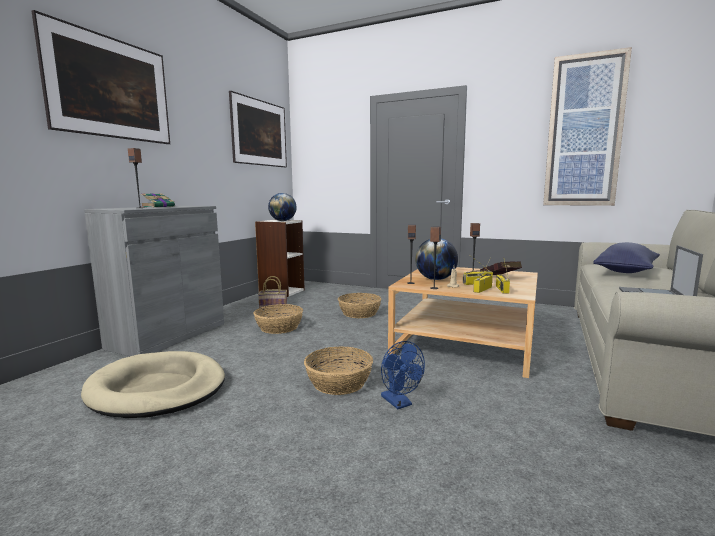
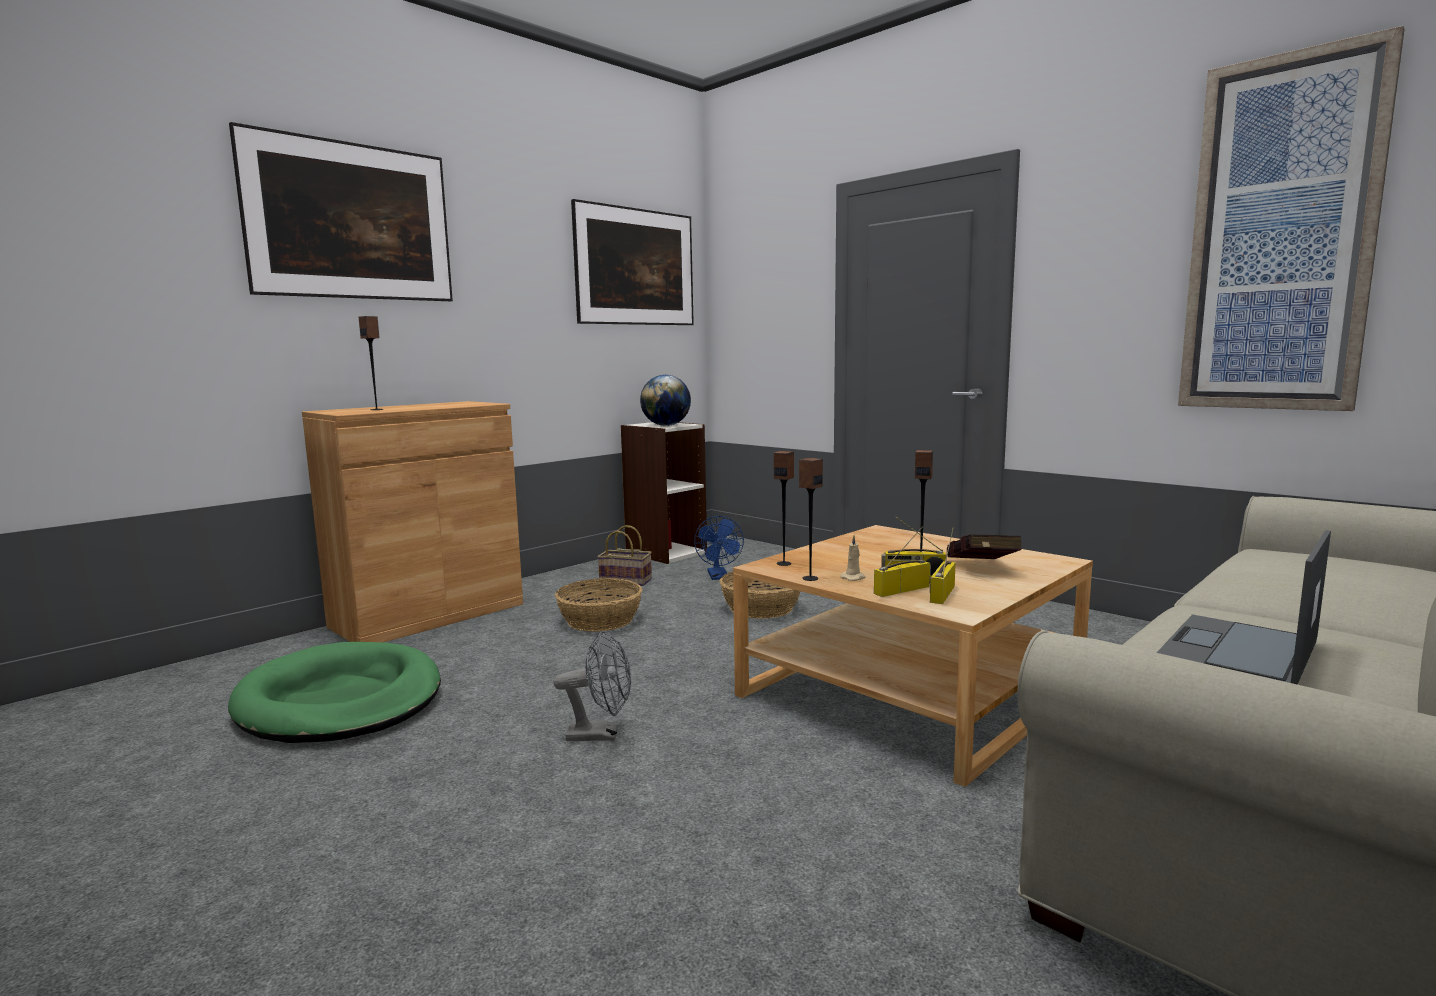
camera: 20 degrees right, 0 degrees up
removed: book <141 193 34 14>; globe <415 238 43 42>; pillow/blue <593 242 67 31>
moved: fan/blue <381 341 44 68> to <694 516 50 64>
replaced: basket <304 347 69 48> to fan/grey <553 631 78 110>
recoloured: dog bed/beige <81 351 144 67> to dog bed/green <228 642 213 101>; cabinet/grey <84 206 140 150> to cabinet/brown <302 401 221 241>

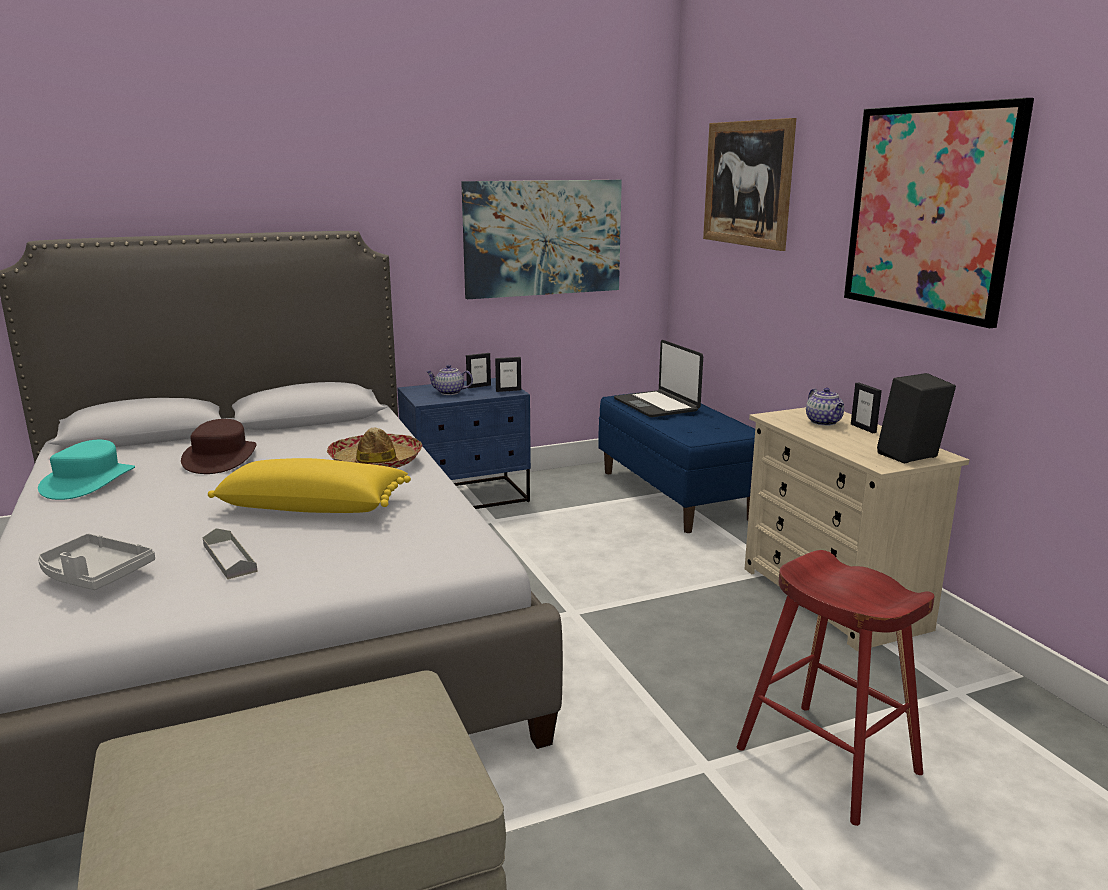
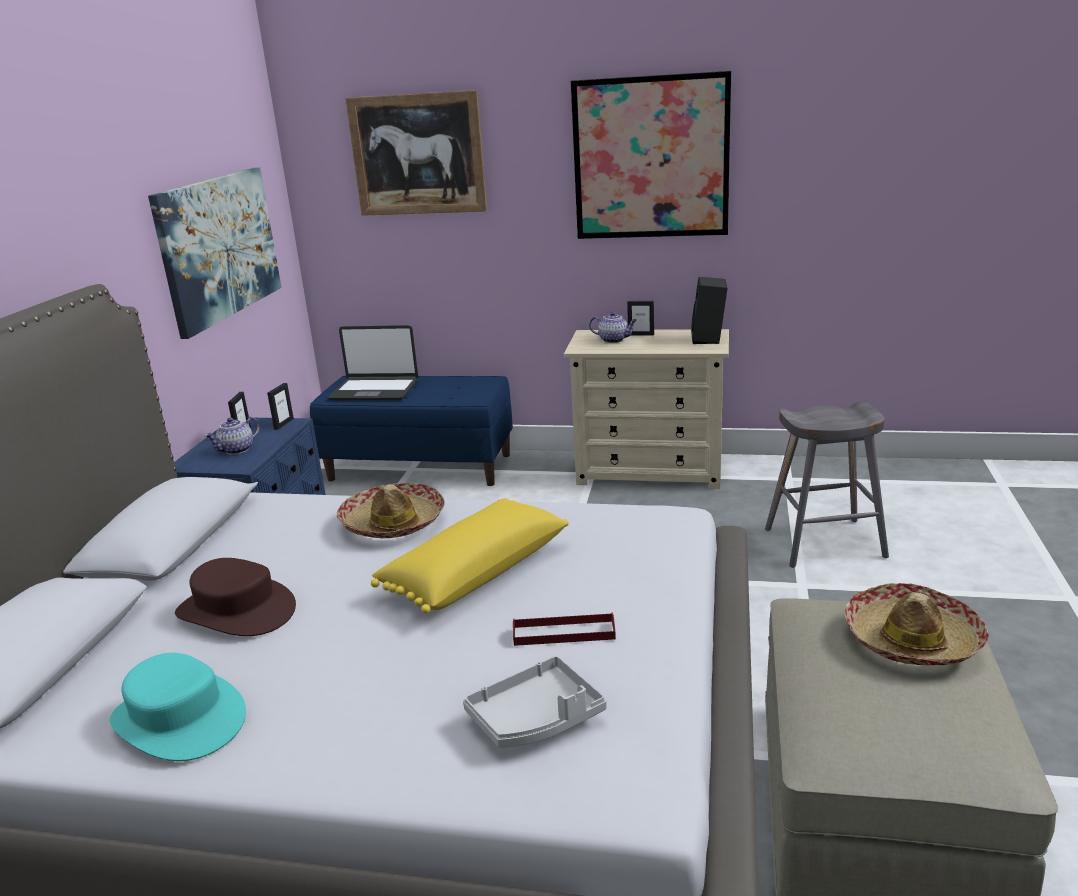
camera: 55 degrees left, 5 degrees up
added: hat <844 583 145 82>
recoloured: tray/grey <203 528 55 51> to tray/red <513 612 103 34>; stool/red <737 550 197 276> to stool/grey <765 402 124 166>

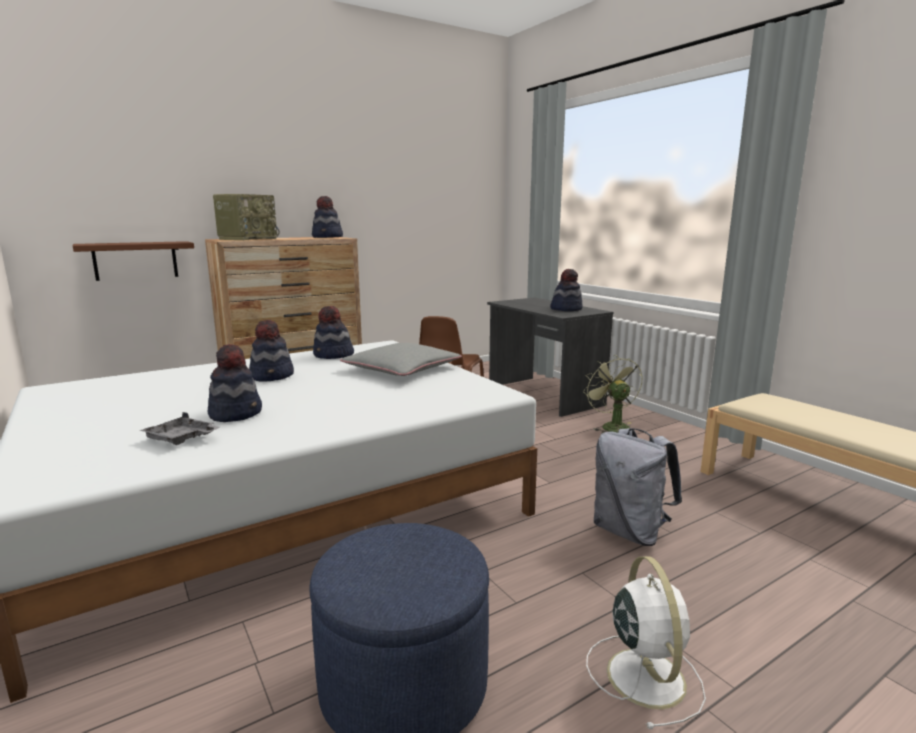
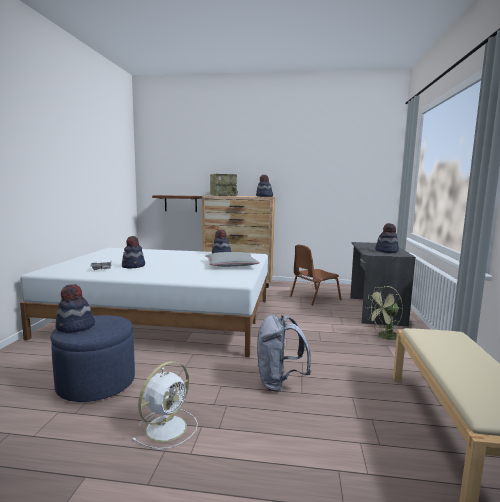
camera: 40 degrees right, 5 degrees down
moved: hat <249 320 45 62> to <56 284 39 49>
turned: fan/green <583 355 60 78> = <365 286 38 54> 135 degrees counterclockwise

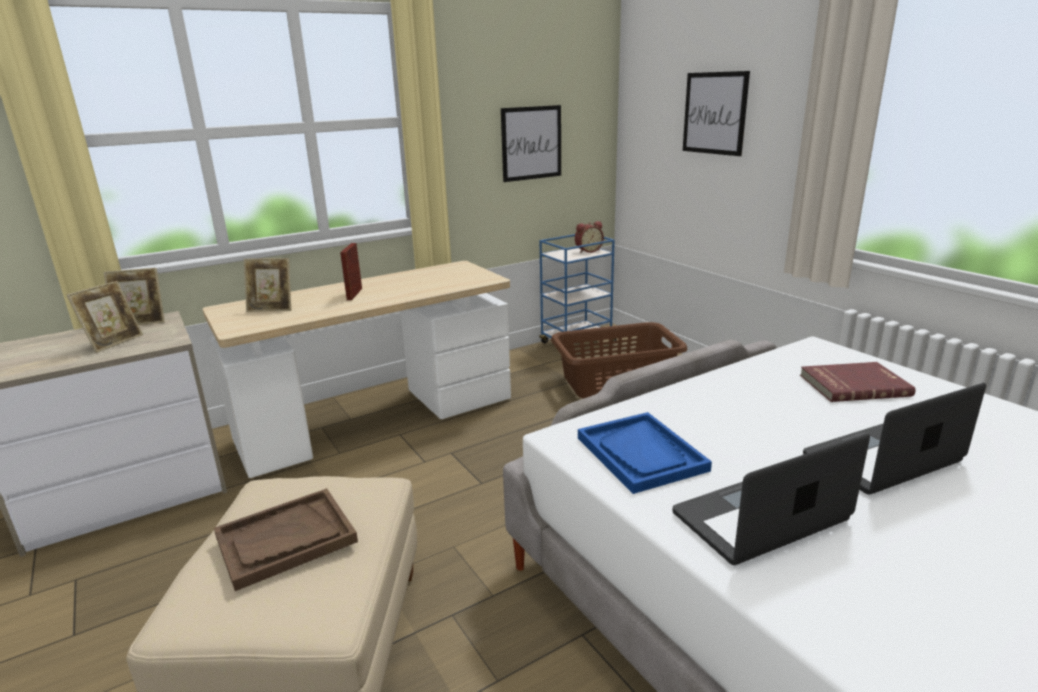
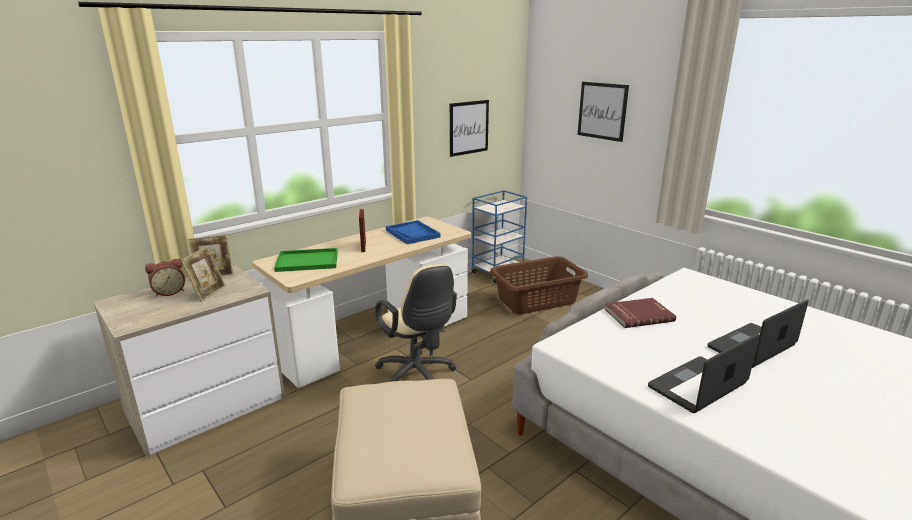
camera: 10 degrees left, 0 degrees up
removed: tray/brown <214 488 144 103>
added: office chair/beige <375 264 82 118>
moved: alarm clock <575 221 29 32> to <145 258 40 39>; tray/blue <578 412 134 82> to <386 220 55 24>; book/red <800 362 115 40> to <605 298 71 30>
replaced: picture frame <244 258 47 54> to tray/green <274 248 64 24>

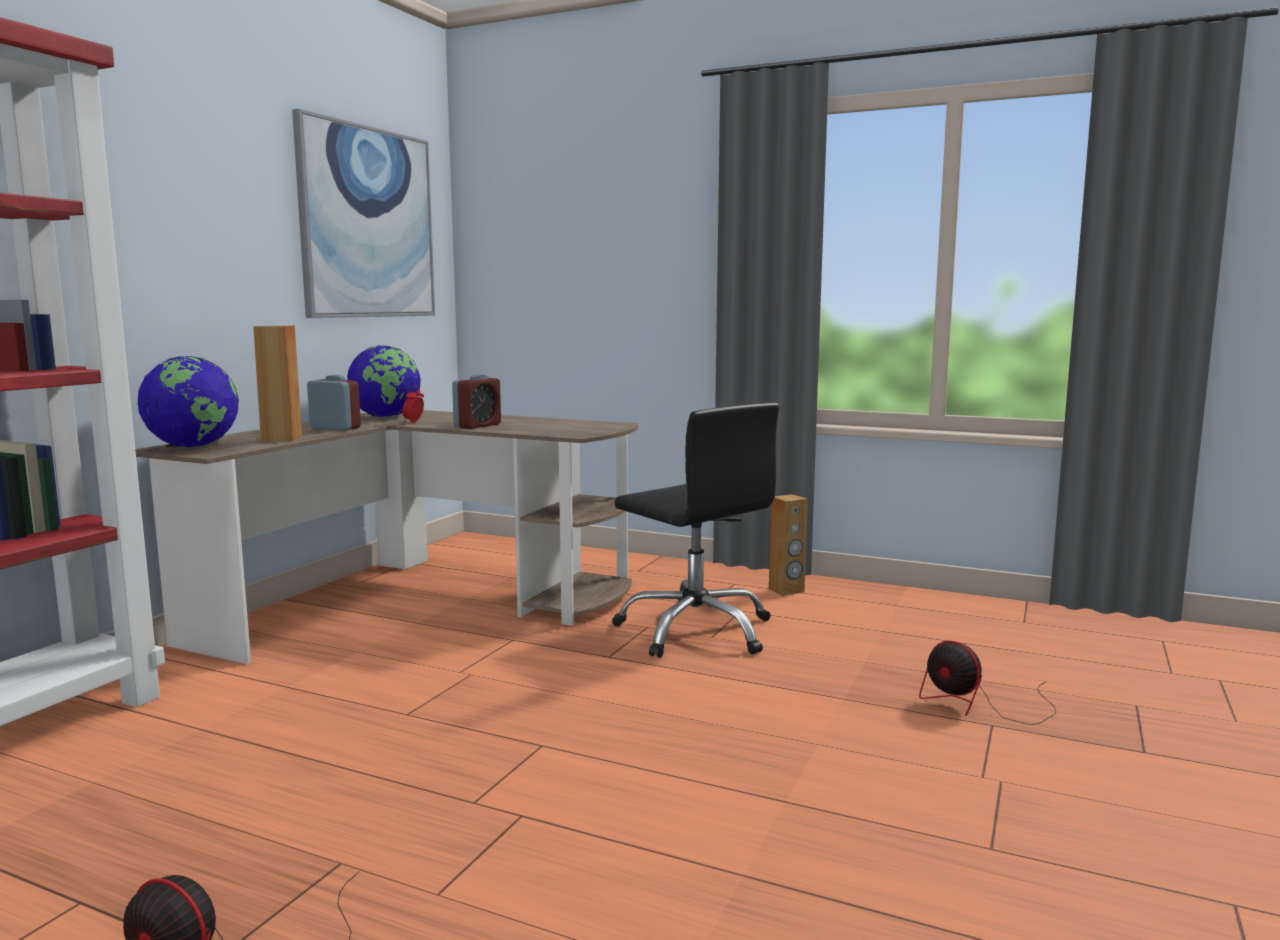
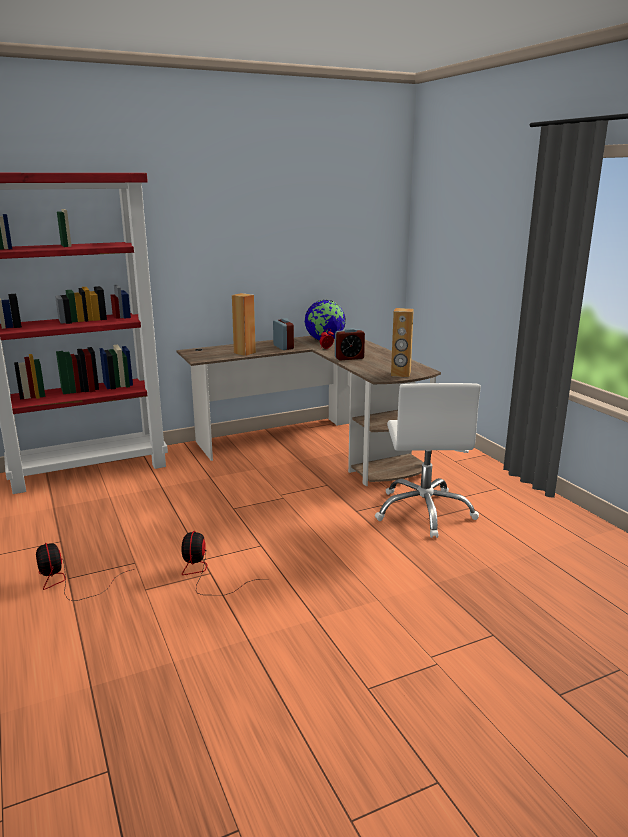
camera: 40 degrees right, 10 degrees up
removed: globe <137 356 102 91>; picture <292 109 143 209>
moved: fan <919 640 137 85> to <182 531 77 64>; speaker/brown <769 494 39 102> to <391 308 23 69>
recoloured: office chair/black <612 403 167 255> to office chair/white <375 383 106 155>

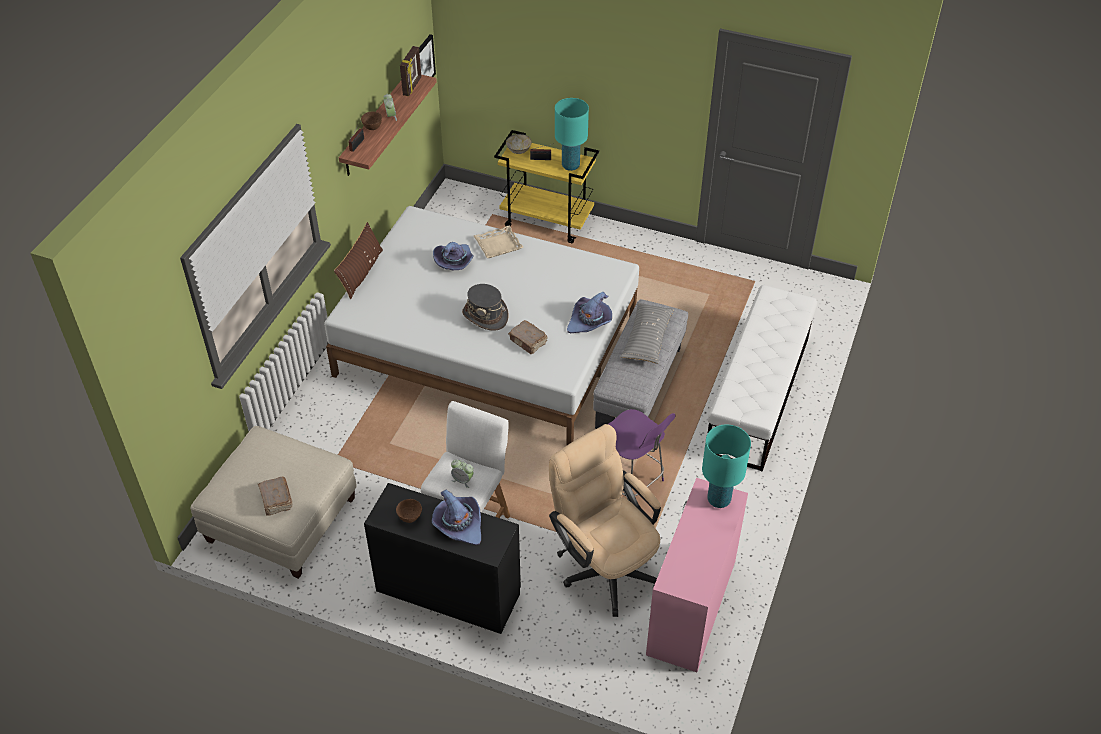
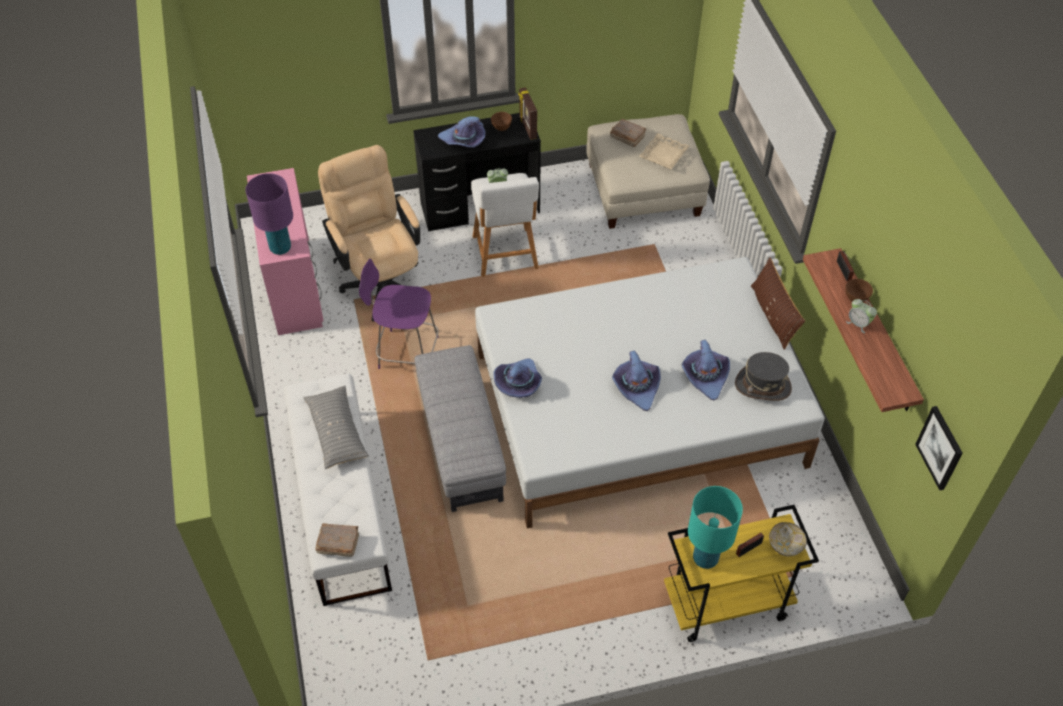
camera: 145 degrees right, 5 degrees up
added: hat/purple <612 351 49 60>
moved: pillow/grey <620 303 54 61> to <303 386 66 83>; book/brown <508 320 39 34> to <315 523 44 34>; picture frame <400 46 22 50> to <518 87 19 53>; tray/beige <474 225 49 33> to <639 133 51 36>; hat/grey <462 284 46 47> to <735 352 57 49>
recoloured: table lamp/turquoise <702 424 49 84> to table lamp/purple <245 173 48 82>
turned: office chair/beige <549 424 112 193> = <318 145 102 177> 135 degrees counterclockwise

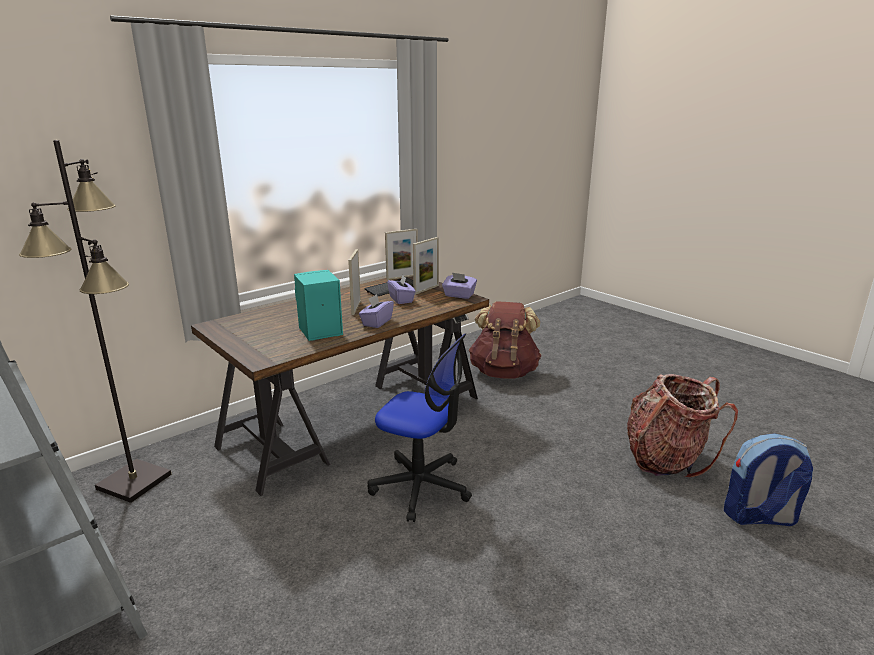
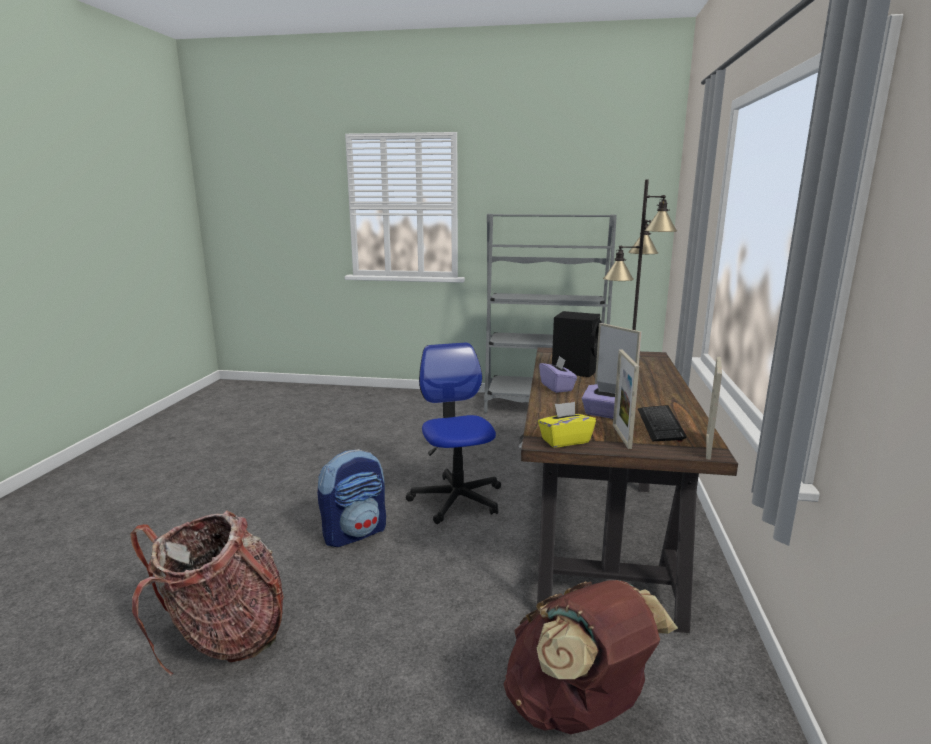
camera: 140 degrees right, 5 degrees down
moved: backpack <724 433 89 93> to <317 449 69 98>
recoloured: tissue box/purple <442 272 35 27> to tissue box/yellow <538 402 58 46>; speaker/turquoise <294 270 49 71> to speaker/black <552 311 50 66>
turned: office chair <368 334 104 188> = <406 342 95 182> 90 degrees clockwise

